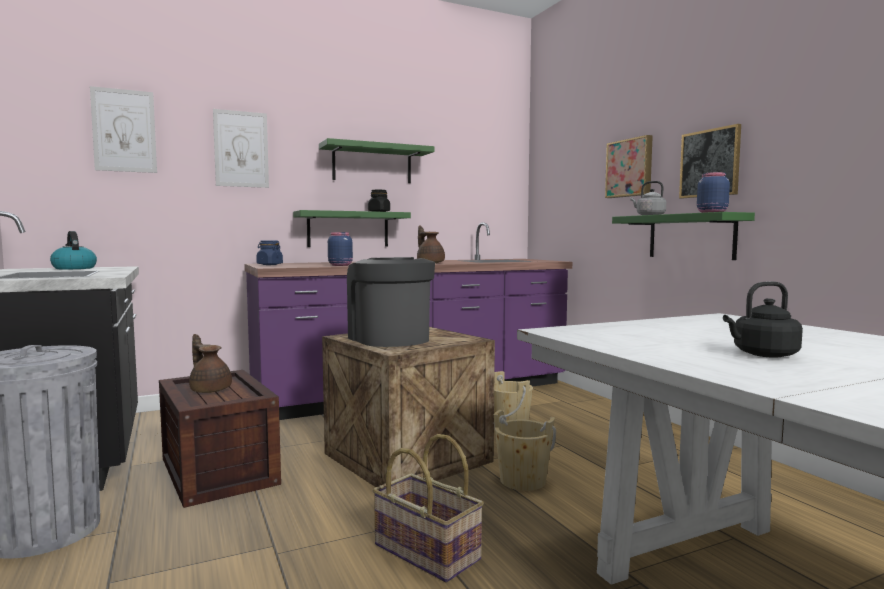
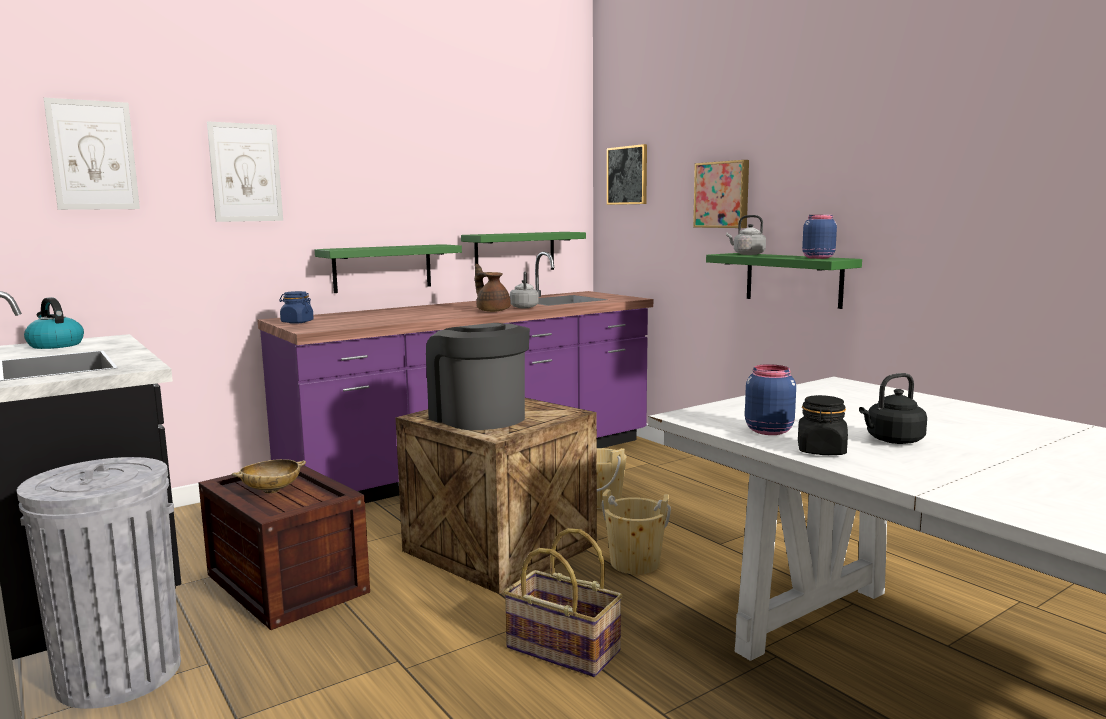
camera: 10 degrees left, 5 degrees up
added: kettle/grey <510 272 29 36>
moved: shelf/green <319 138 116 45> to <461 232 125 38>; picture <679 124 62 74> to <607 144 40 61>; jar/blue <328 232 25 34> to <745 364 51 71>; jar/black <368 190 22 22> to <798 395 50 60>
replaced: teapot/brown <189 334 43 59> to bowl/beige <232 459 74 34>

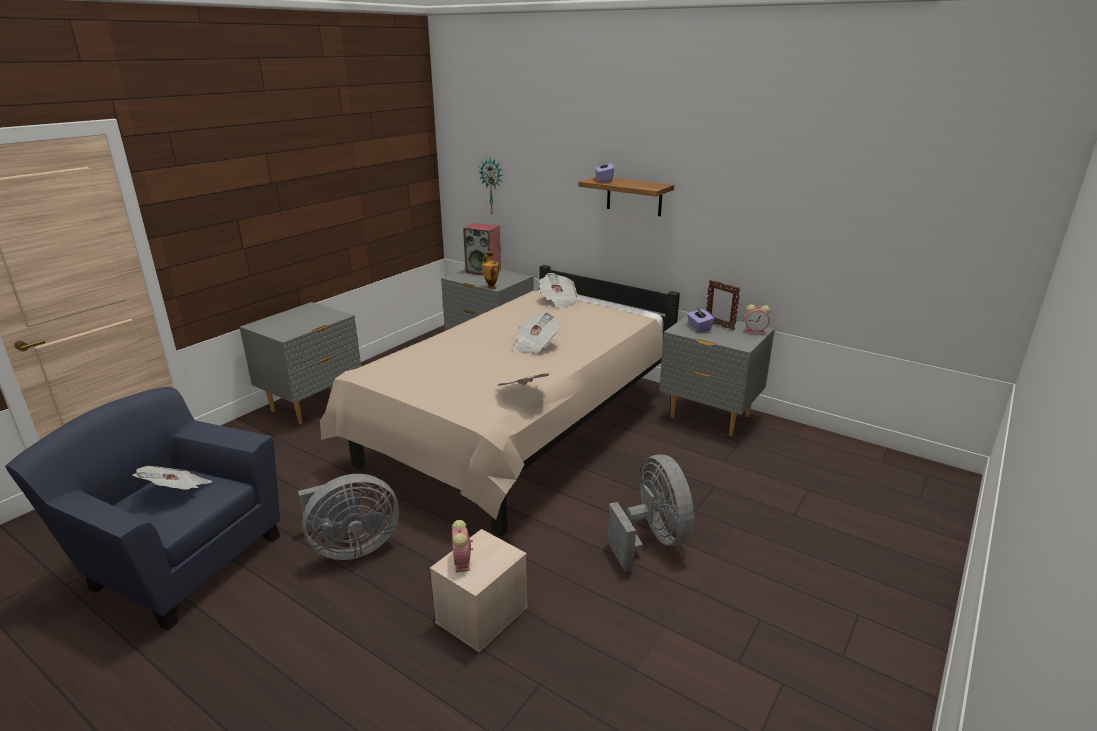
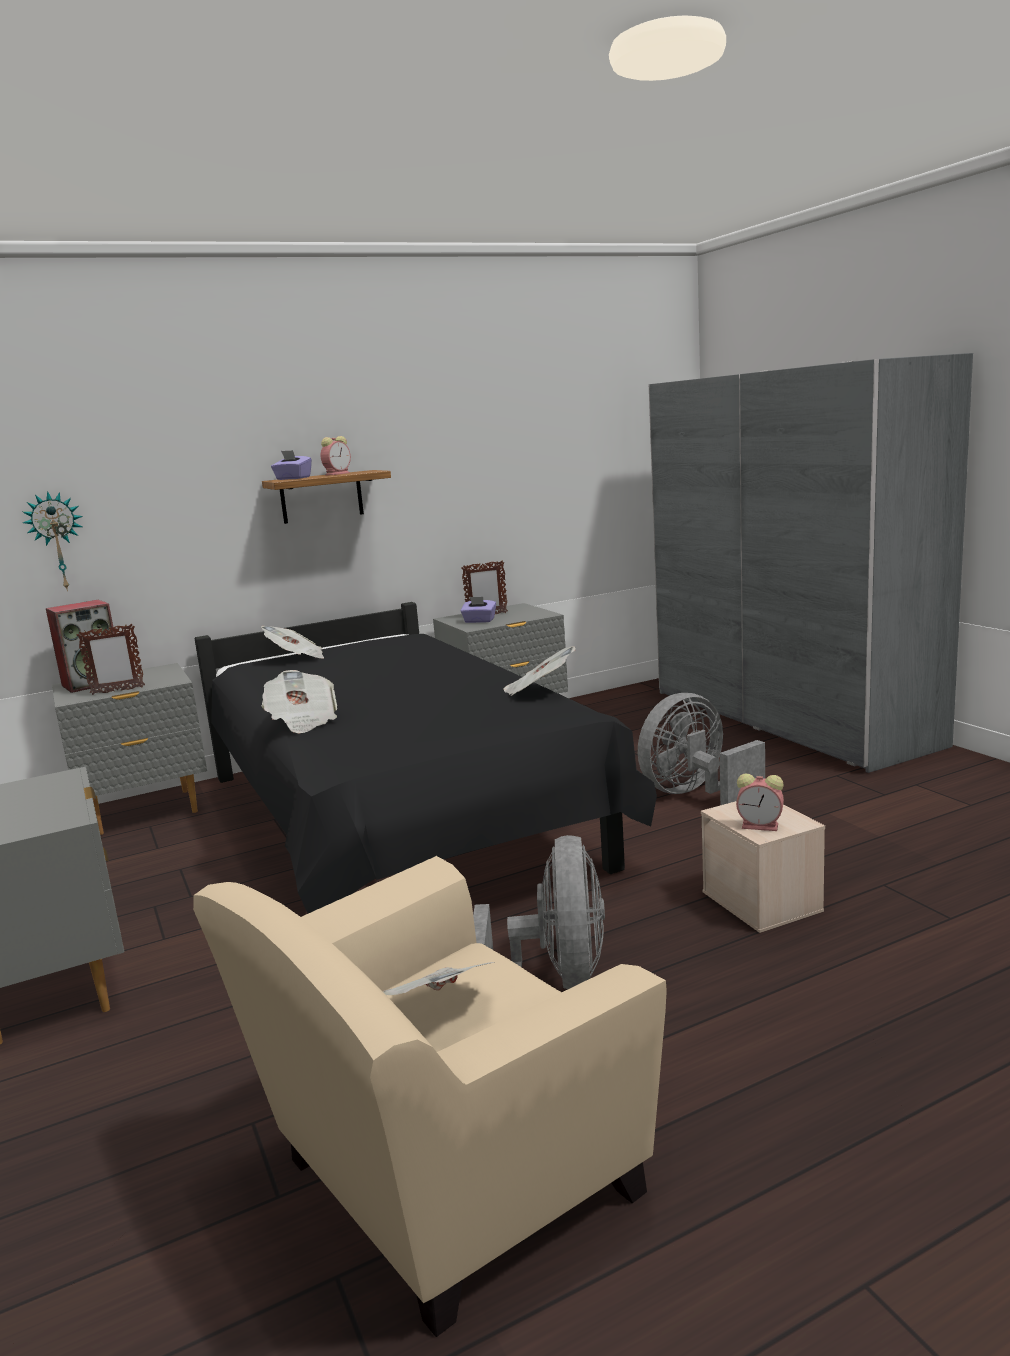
camera: 60 degrees left, 10 degrees down
removed: vase <482 251 17 38>
added: picture frame <77 624 68 71>; wardrobe/grey <649 353 324 420>
moved: newspaper <513 312 48 41> to <261 670 76 63>; alarm clock <745 305 26 29> to <321 436 30 39>
recoloured: armchair/blue <5 387 275 244> to armchair/beige <193 856 473 481>; bed/beige <320 265 360 272> to bed/black <194 602 463 311>
turned: fan/grey <607 454 87 118> = <638 693 127 112> 45 degrees counterclockwise

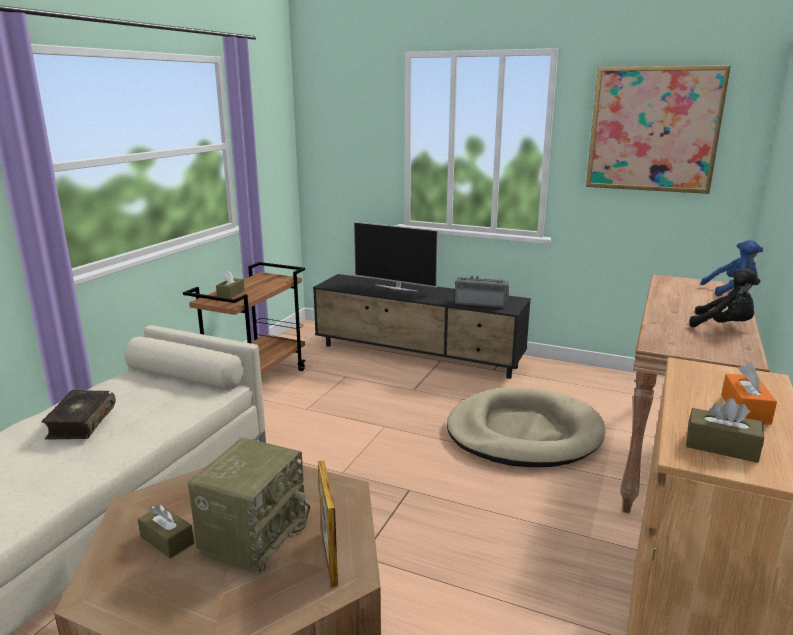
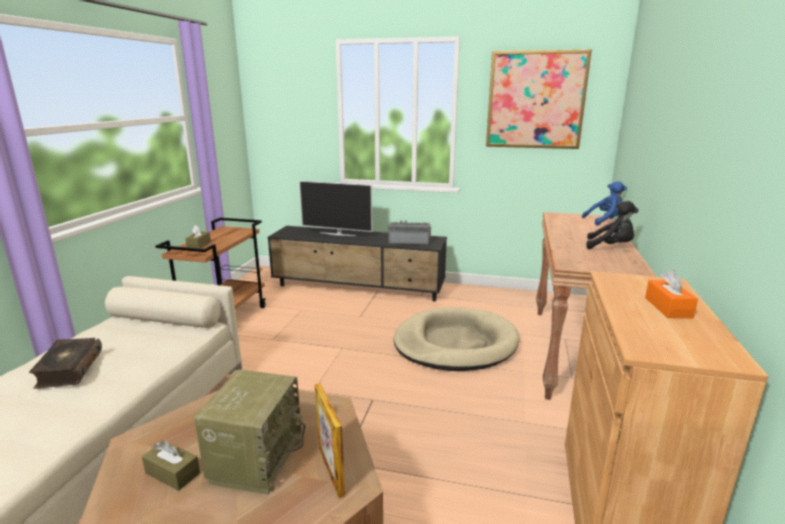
camera: 10 degrees left, 0 degrees up
removed: tissue box/brown <686 398 78 65>

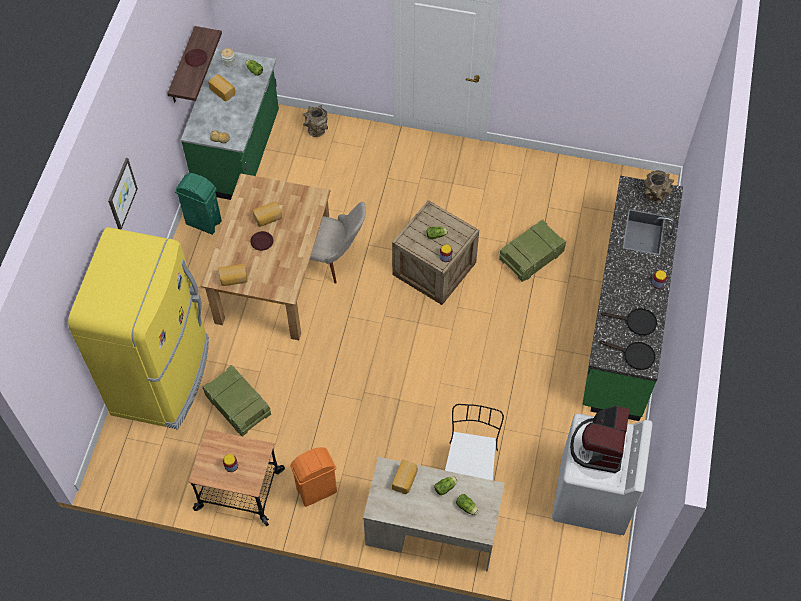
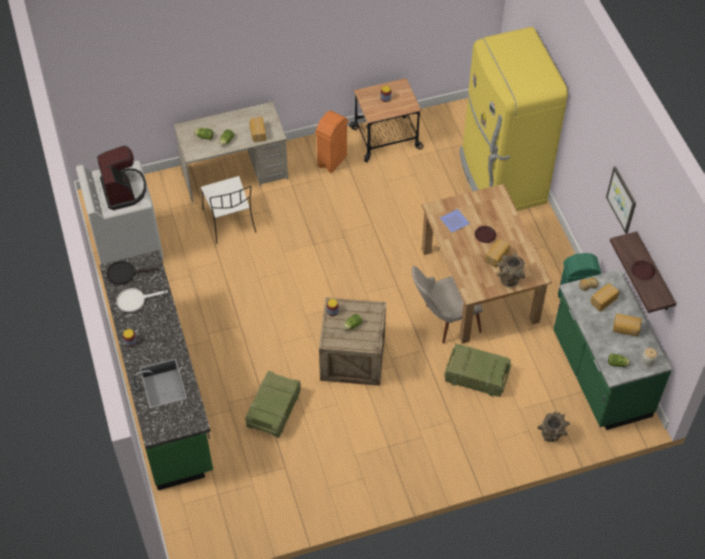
camera: 150 degrees right, 5 degrees down
added: plate <440 209 30 24>
moved: crate <202 365 69 72> to <444 344 67 53>; vase/brown <644 170 30 32> to <496 253 29 34>; bread <219 264 29 22> to <591 283 28 29>; picture <108 158 30 72> to <606 166 30 68>
recoloured: frying pan/black <601 308 56 28> to frying pan/white <116 288 52 24>

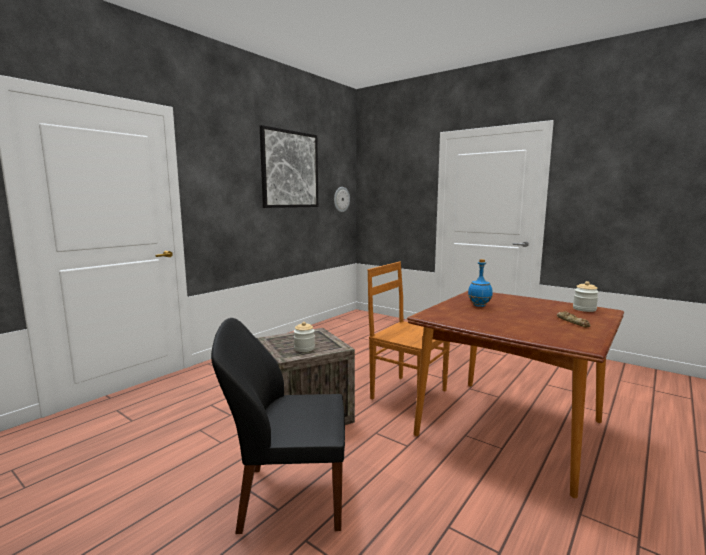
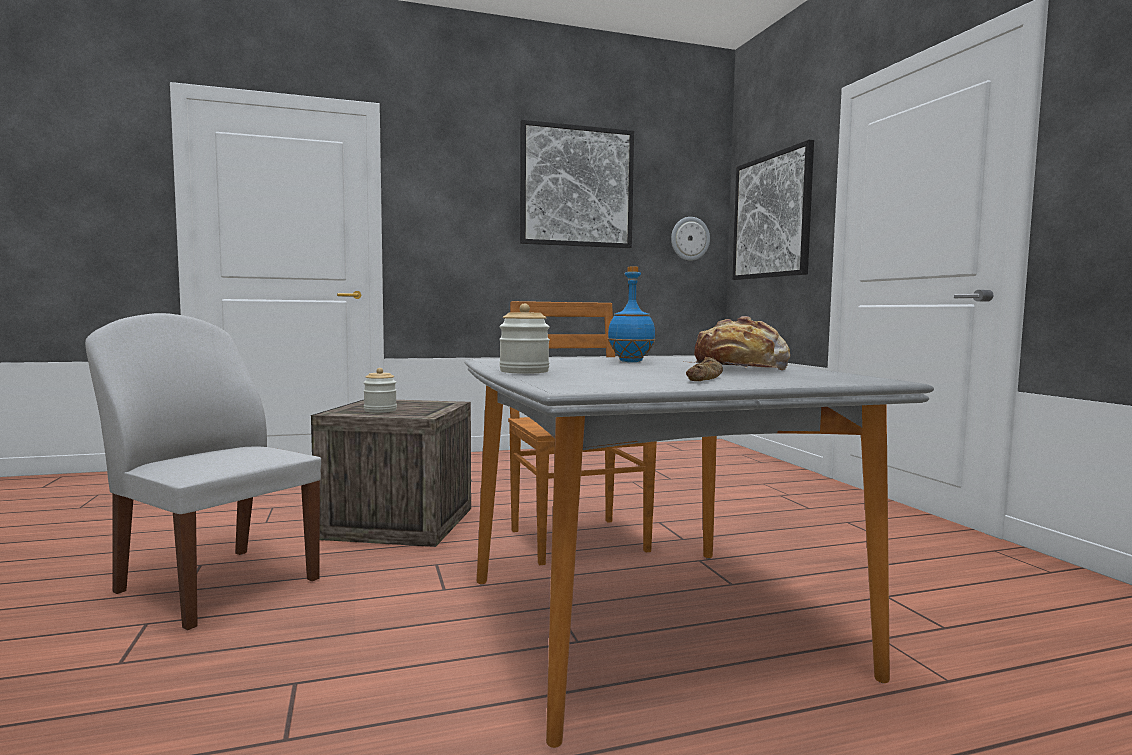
camera: 35 degrees right, 5 degrees down
added: bread <684 316 106 54>; picture <732 140 82 140>
moved: jar <573 281 26 31> to <499 304 51 70>
recoloured: chair/black <211 318 134 216> to chair/white <85 313 236 317>; dining table/brown <407 291 217 207> to dining table/grey <464 356 470 392>

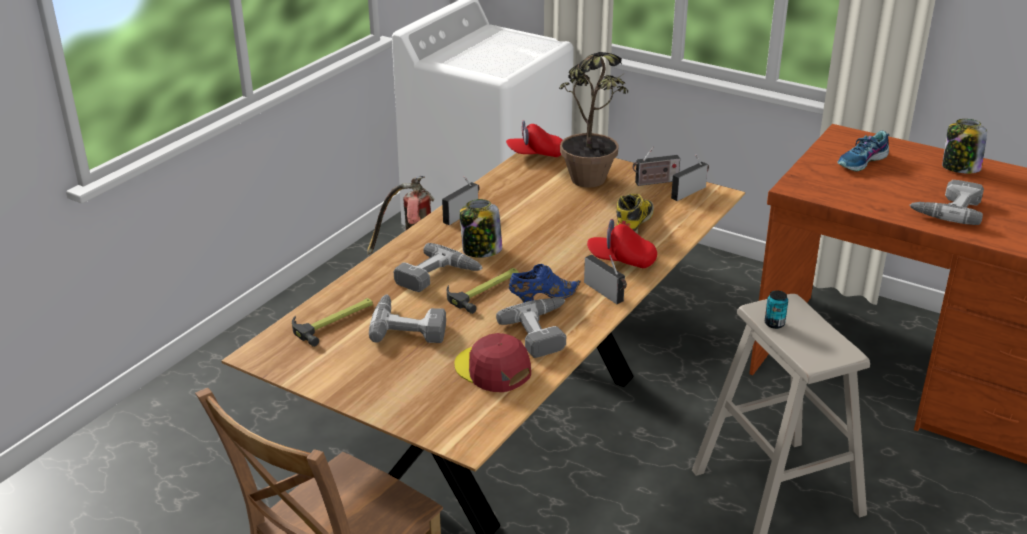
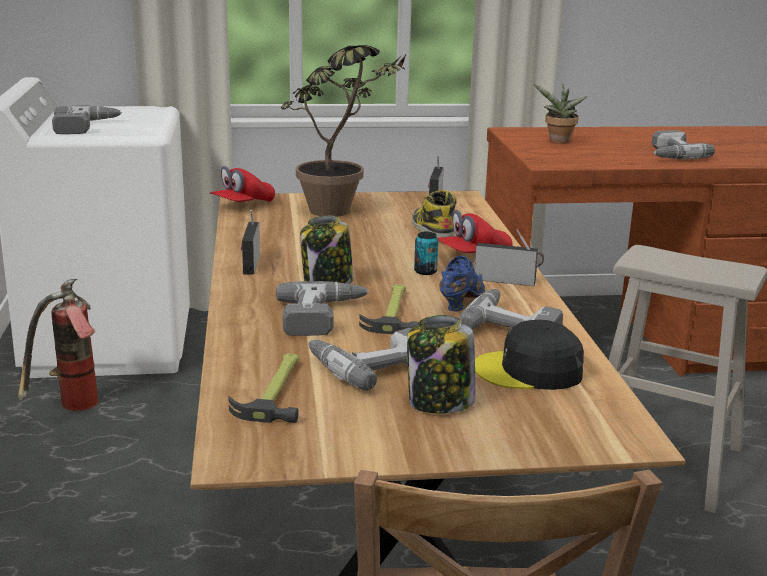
camera: 40 degrees left, 10 degrees down
removed: radio <632 146 48 40>
added: power drill <52 105 70 29>
moved: jar <942 119 45 55> to <407 315 69 99>; can <765 290 23 39> to <414 232 25 43>
replaced: shoe <838 131 52 41> to potted plant <534 84 53 60>
recoloured: cap/red <454 333 77 59> to cap/black <475 320 109 70>

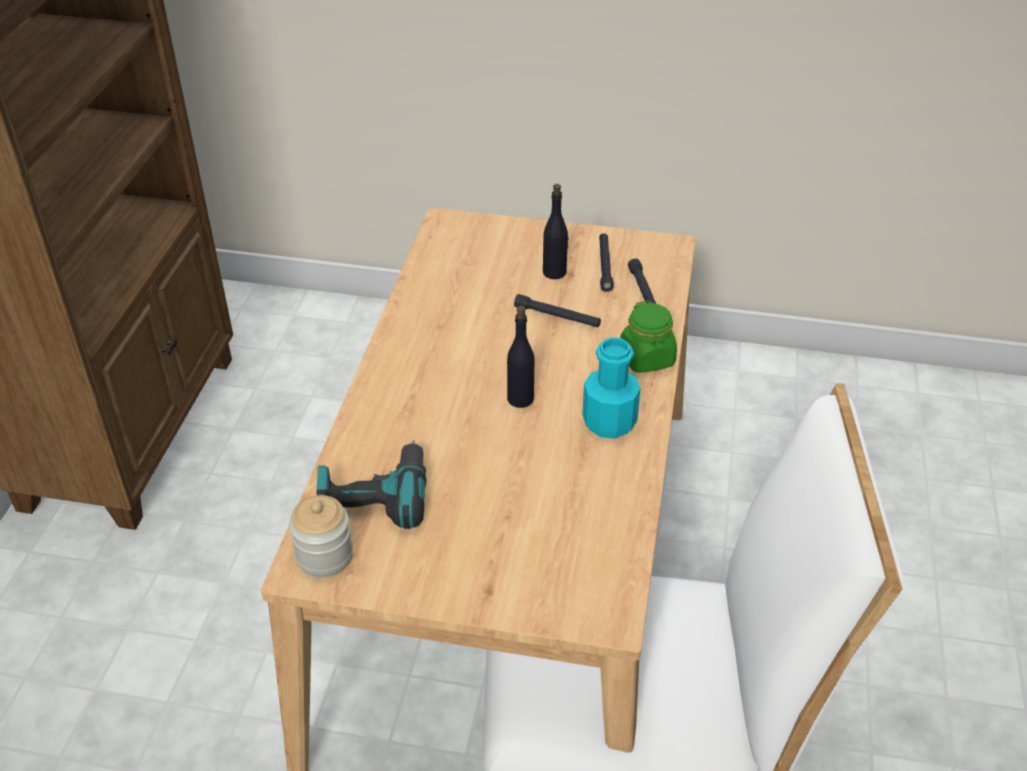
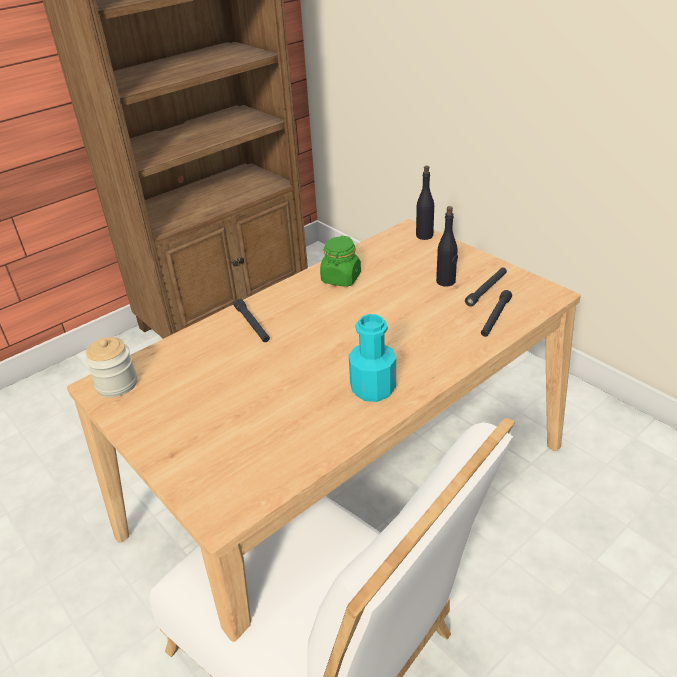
camera: 40 degrees right, 5 degrees down
removed: power drill <316 440 110 89>
moved: flashlight/black <514 294 87 33> to <234 299 36 43>; jar/green <620 301 57 72> to <320 236 41 51>; bottle/black <507 306 27 102> to <416 166 18 74>

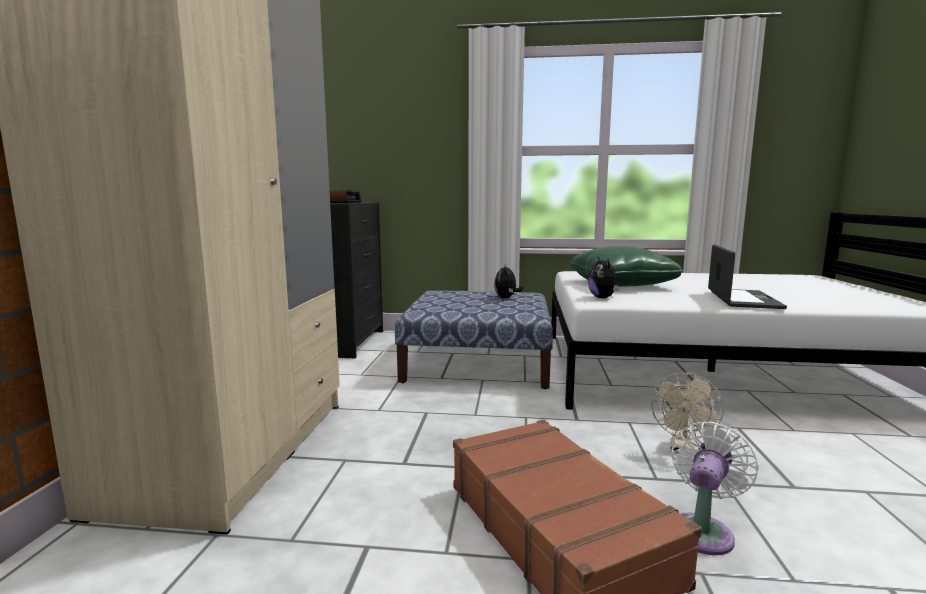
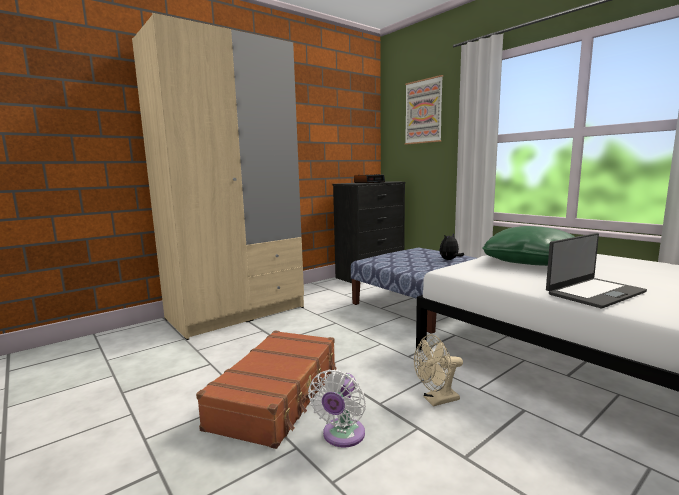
camera: 45 degrees right, 0 degrees up
removed: plush toy <588 257 32 41>
added: picture <405 75 38 69>
turned: fan/white <671 421 88 134> = <308 369 58 79> 120 degrees clockwise

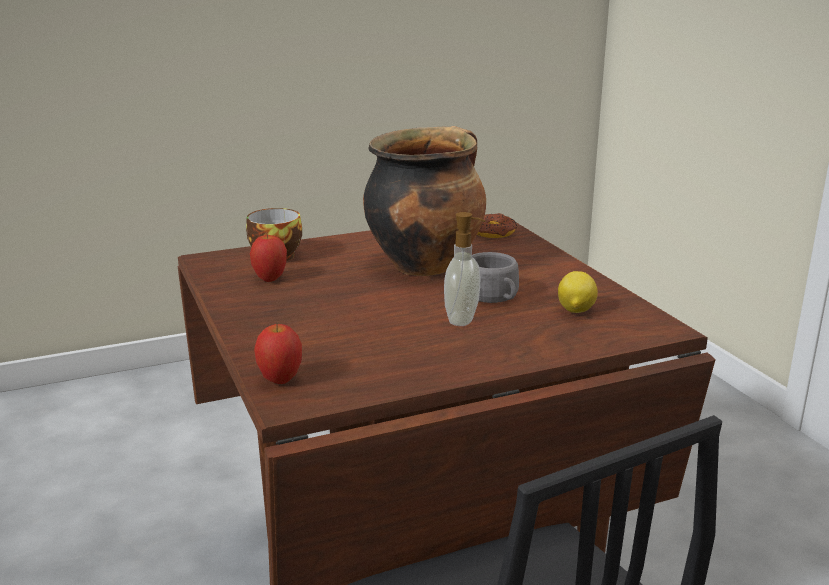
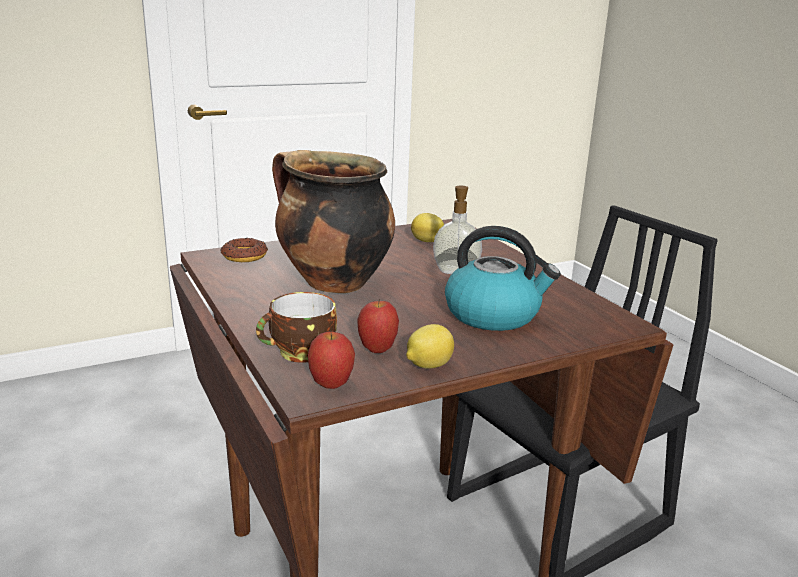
camera: 95 degrees left, 0 degrees up
removed: cup/grey <472 252 47 51>
added: lemon <406 324 48 45>; kettle <445 226 116 105>
moved: apple <254 323 48 61> to <308 331 47 58>

